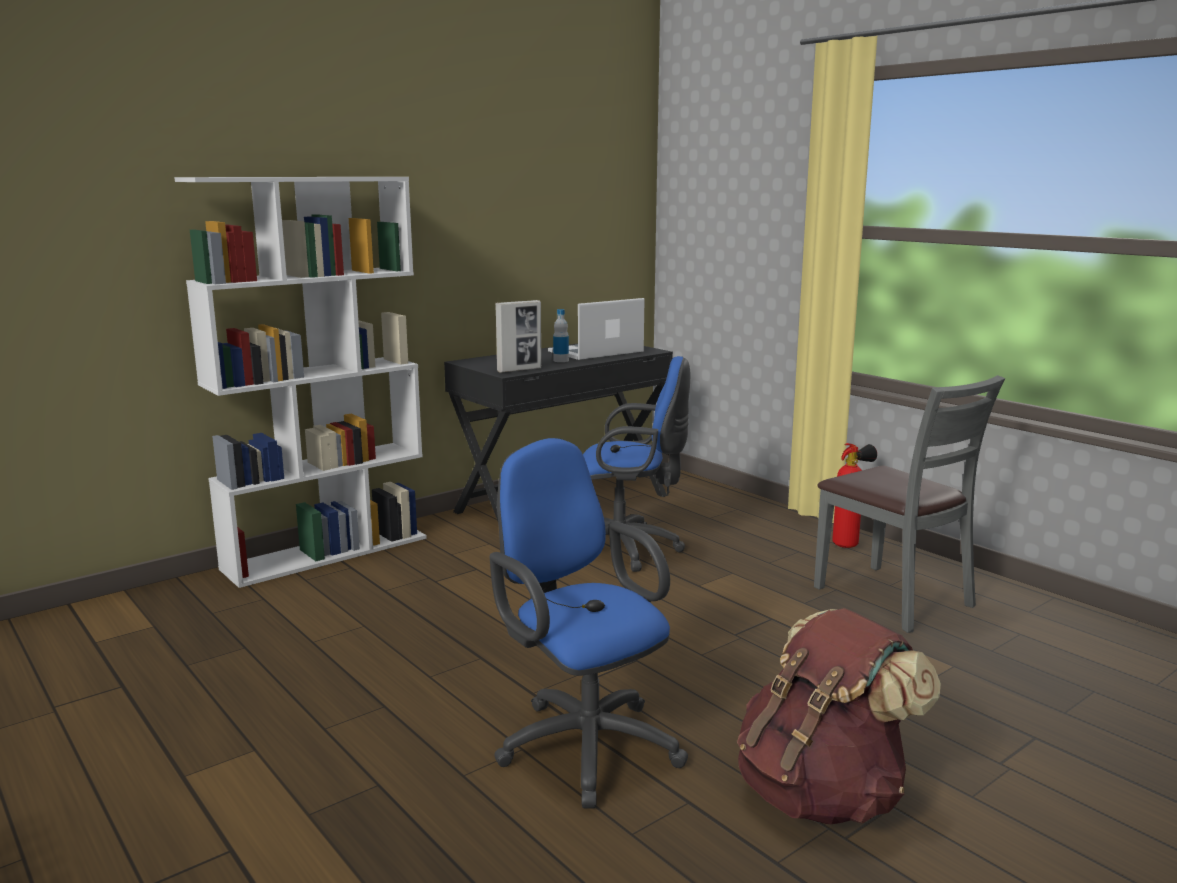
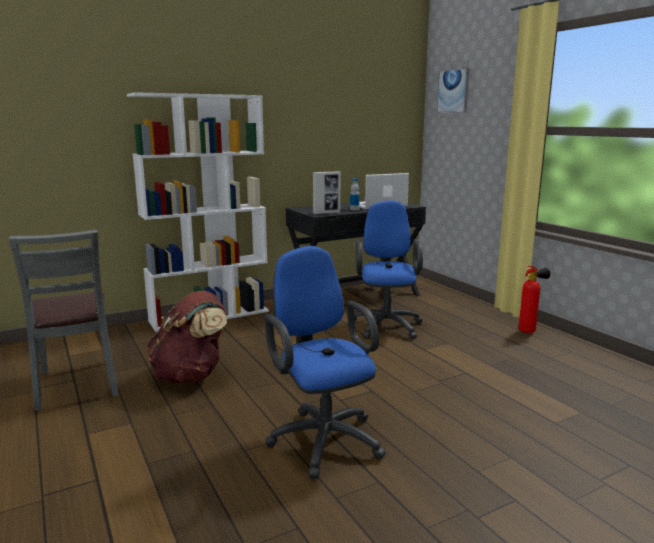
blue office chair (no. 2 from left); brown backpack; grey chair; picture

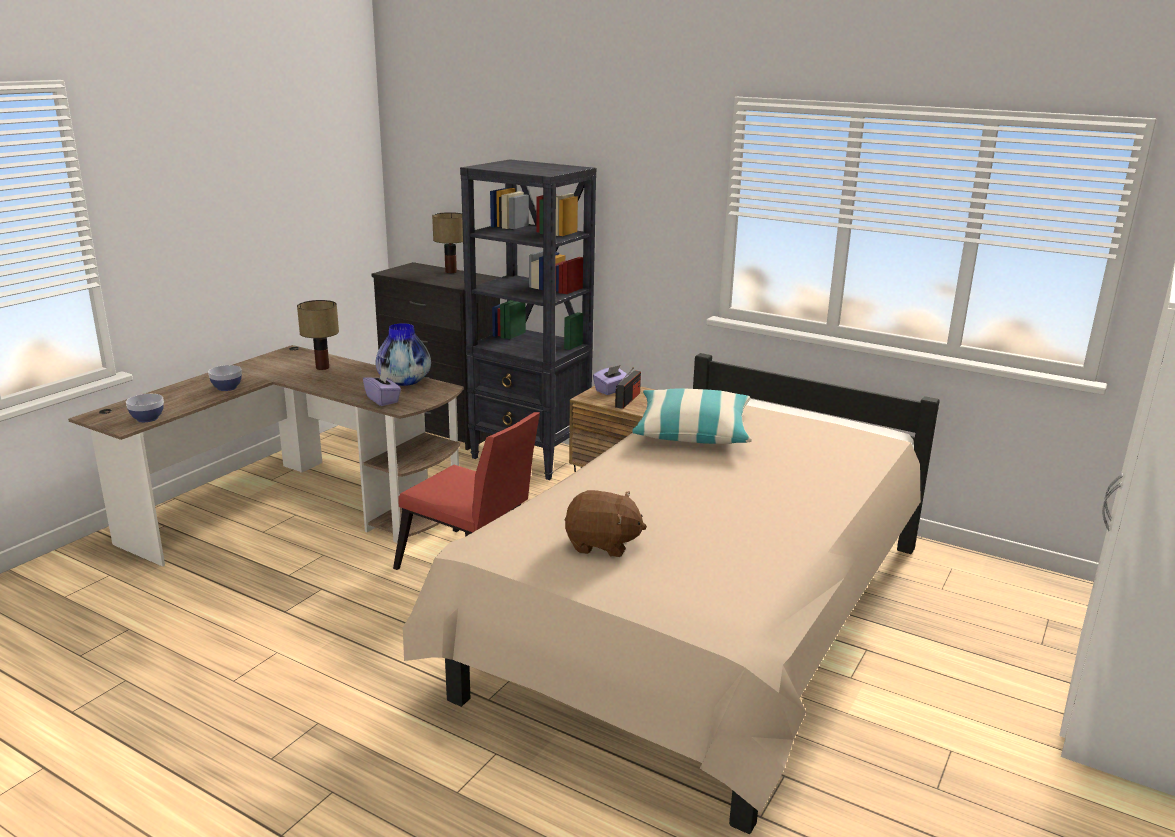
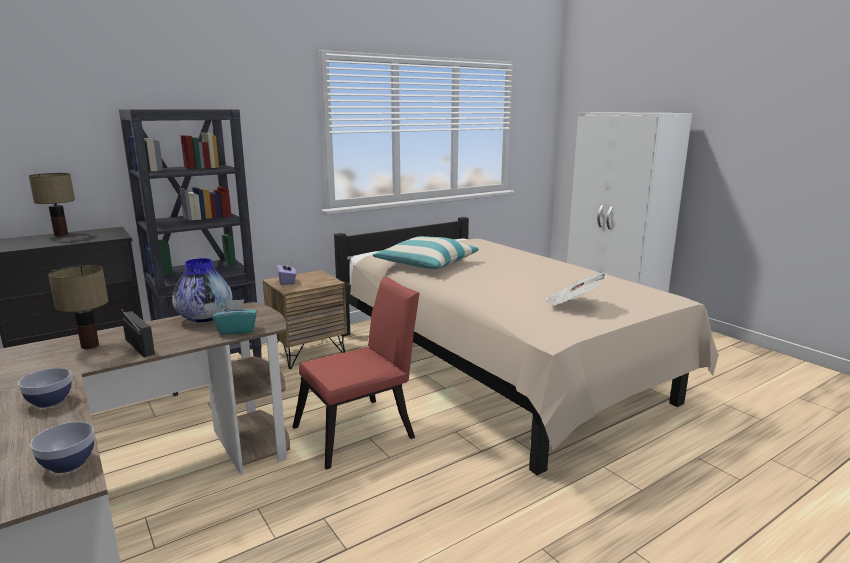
turquoise tissue box; newspaper; radio

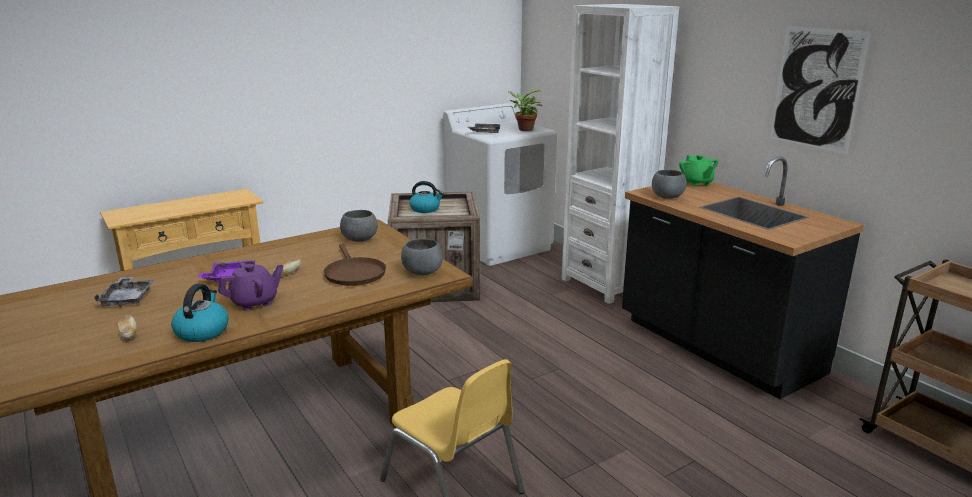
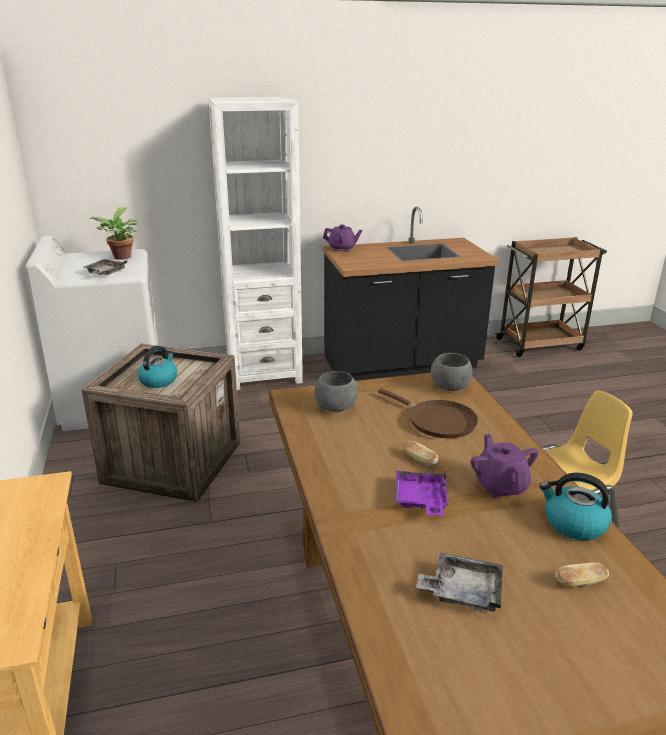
brown frying pan; grey bowl (no. 3 from left in the first image); purple teapot (no. 1 from left); picture

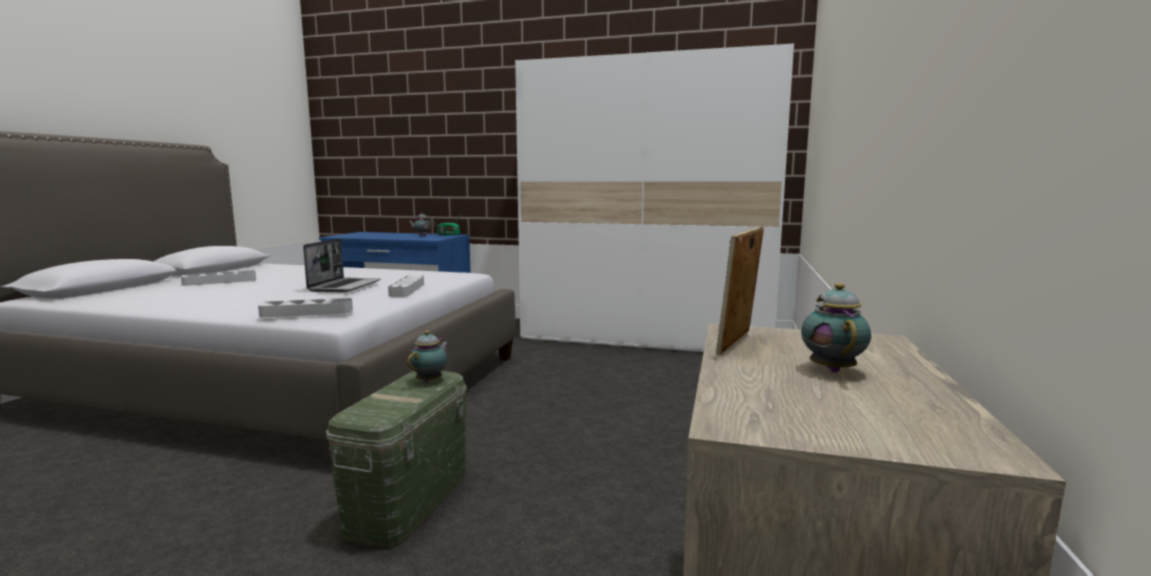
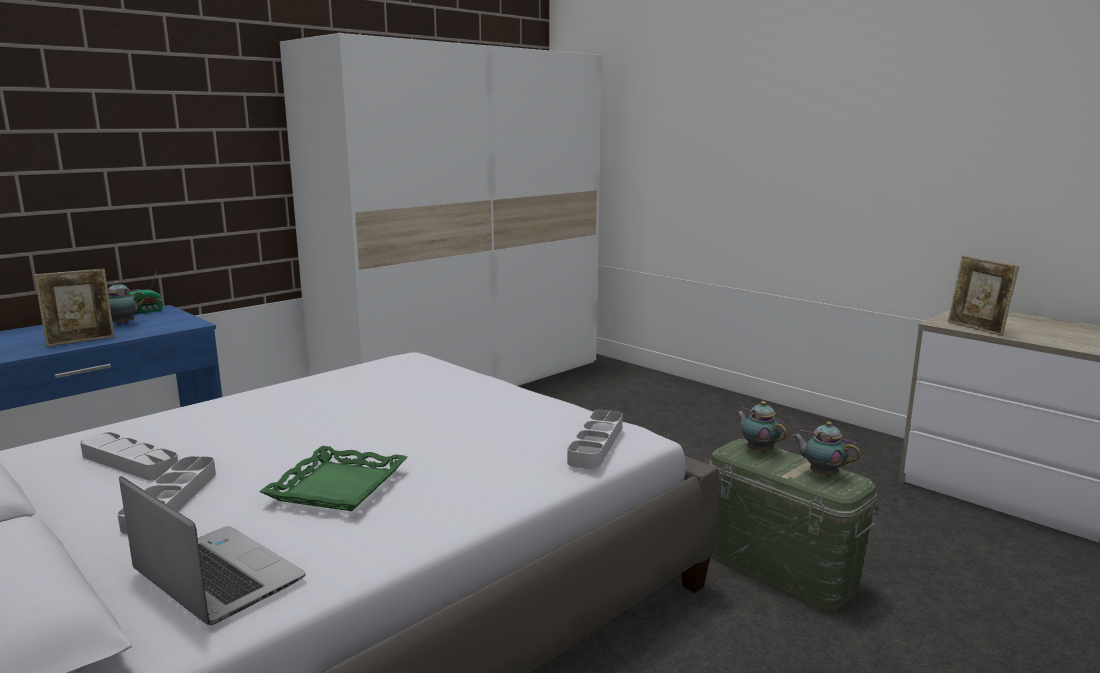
laptop; grey tray (no. 1 from left); teapot (no. 3 from left); picture frame (no. 1 from left); green tray

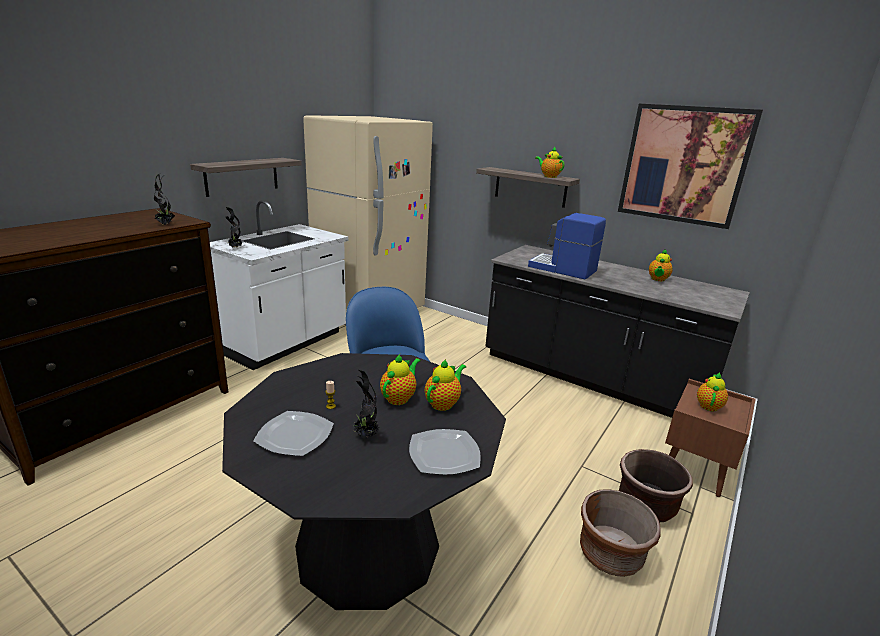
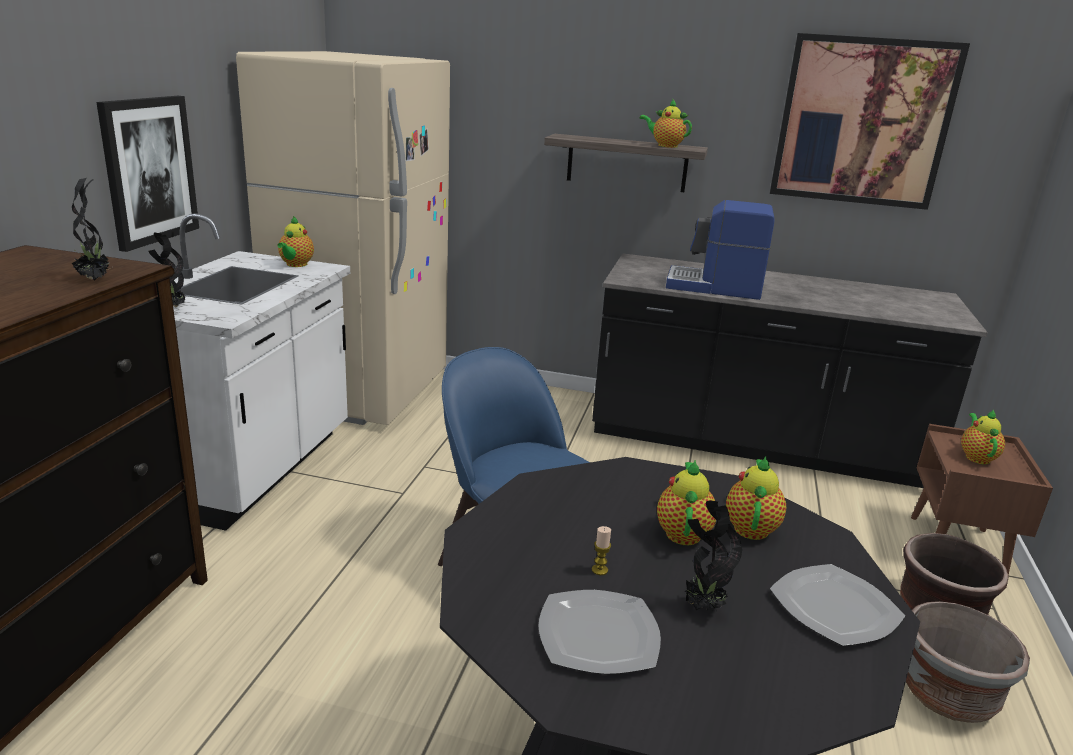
picture (no. 1 from left); grey planter; teapot (no. 1 from left)

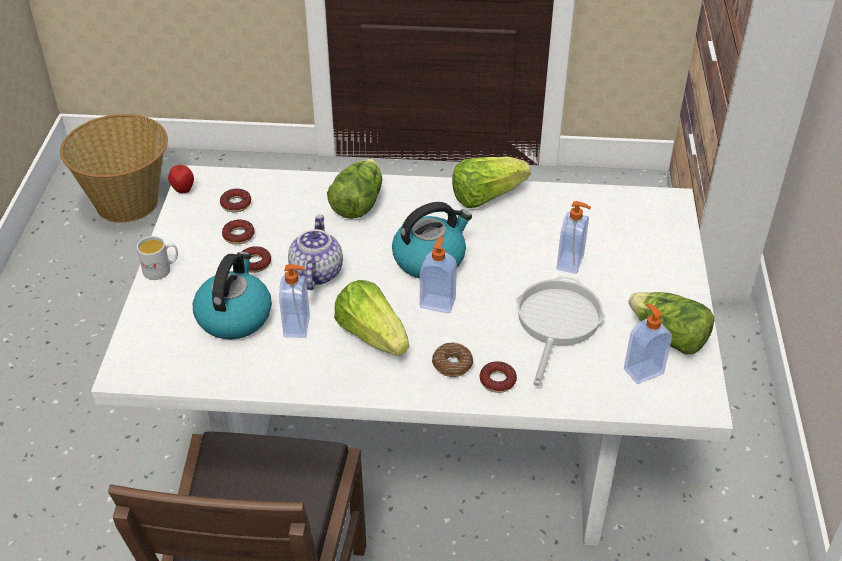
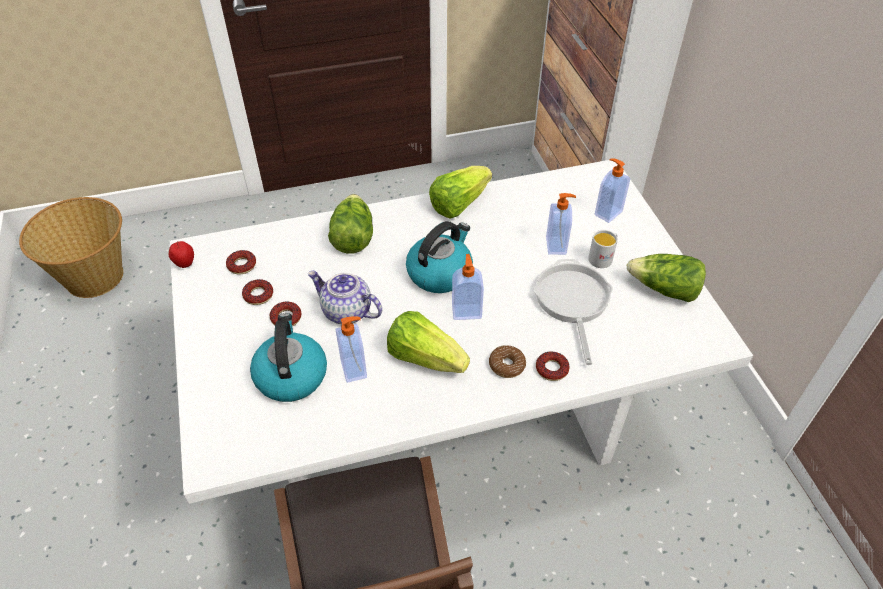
white mug; teapot; soap dispenser (no. 4 from left)

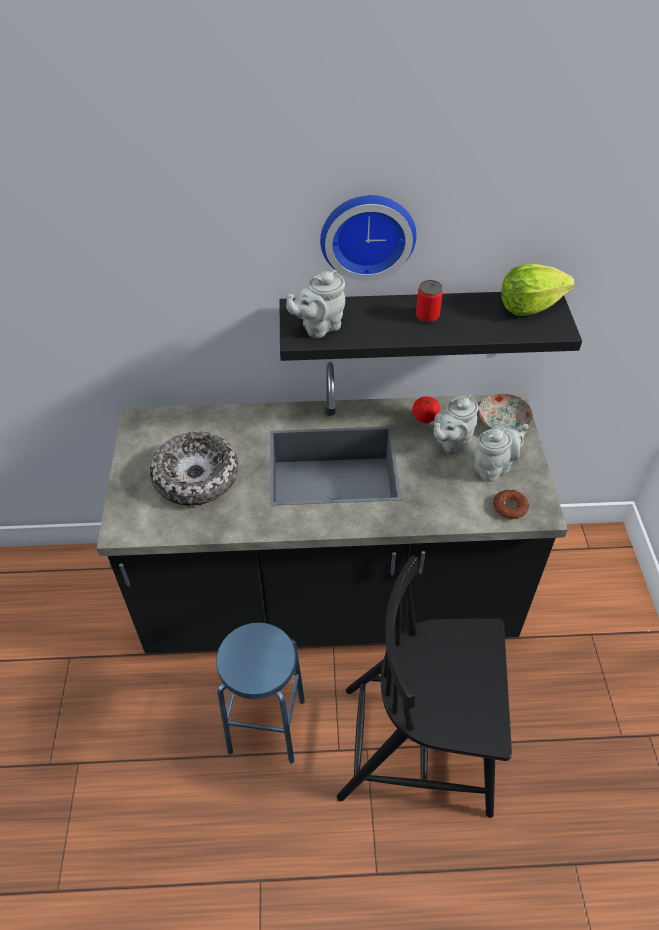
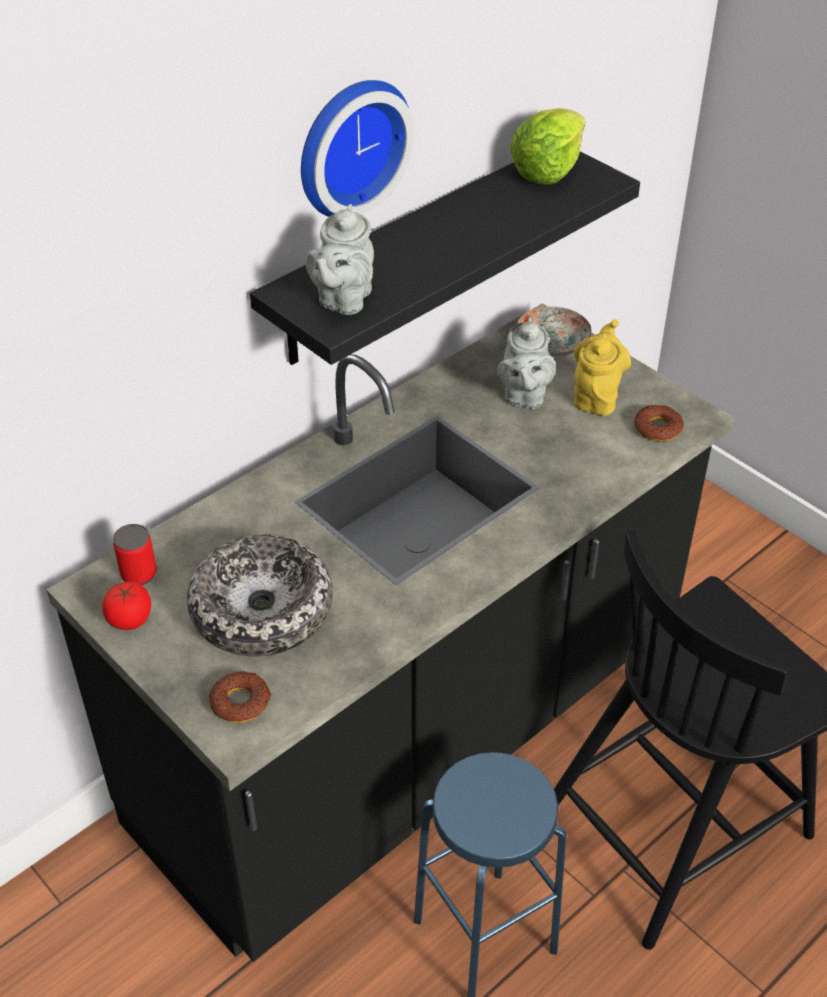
tomato; can; yellow teapot; donut (no. 1 from left)

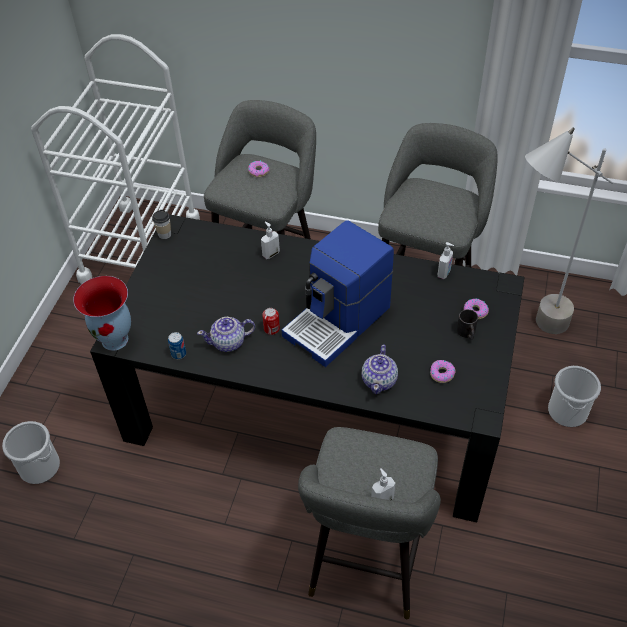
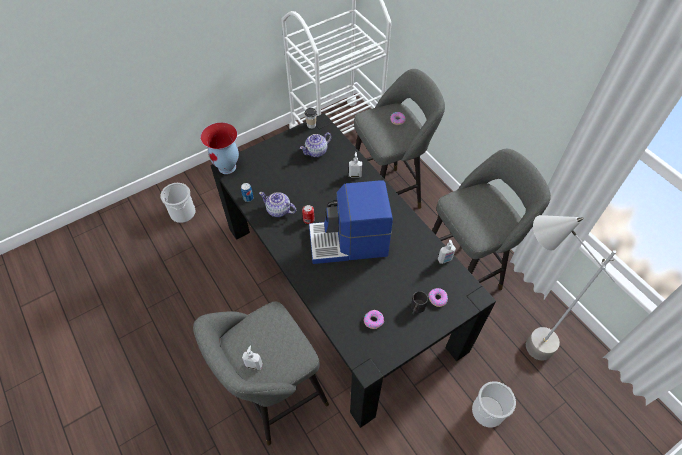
teapot (no. 2 from left)

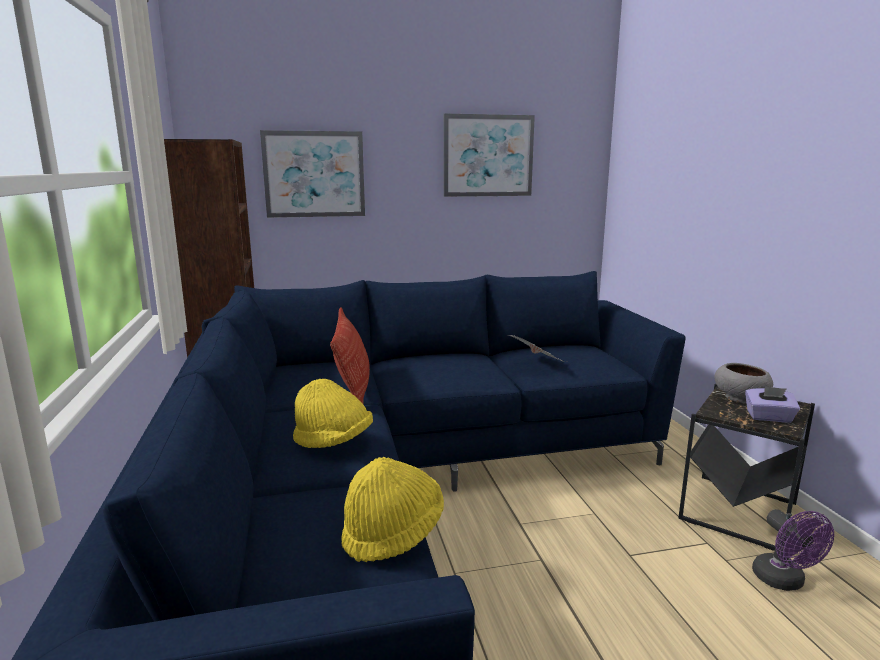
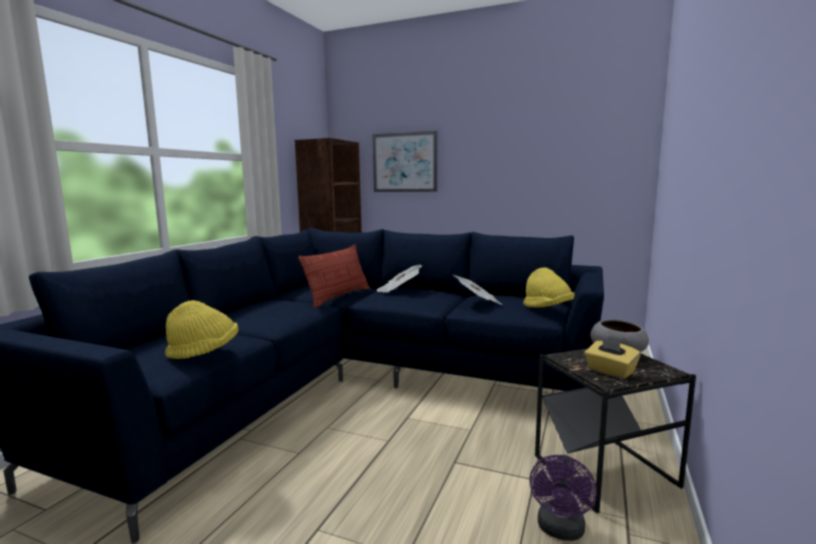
yellow hat (no. 2 from left); picture (no. 2 from left in the first image); yellow tissue box; newspaper (no. 1 from left)

